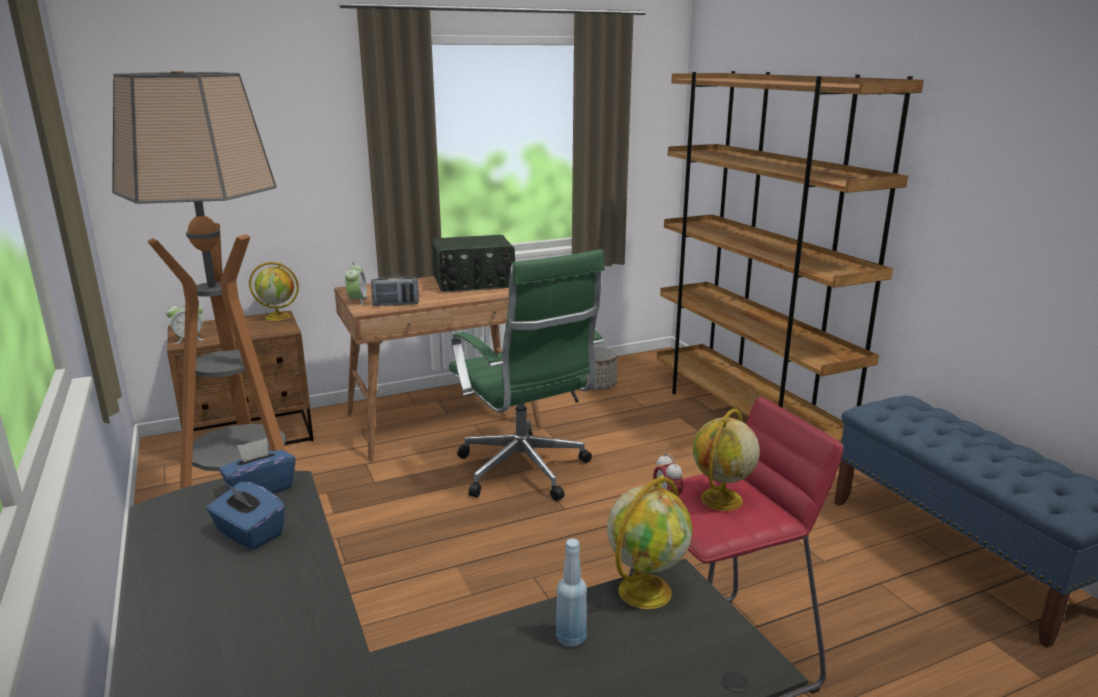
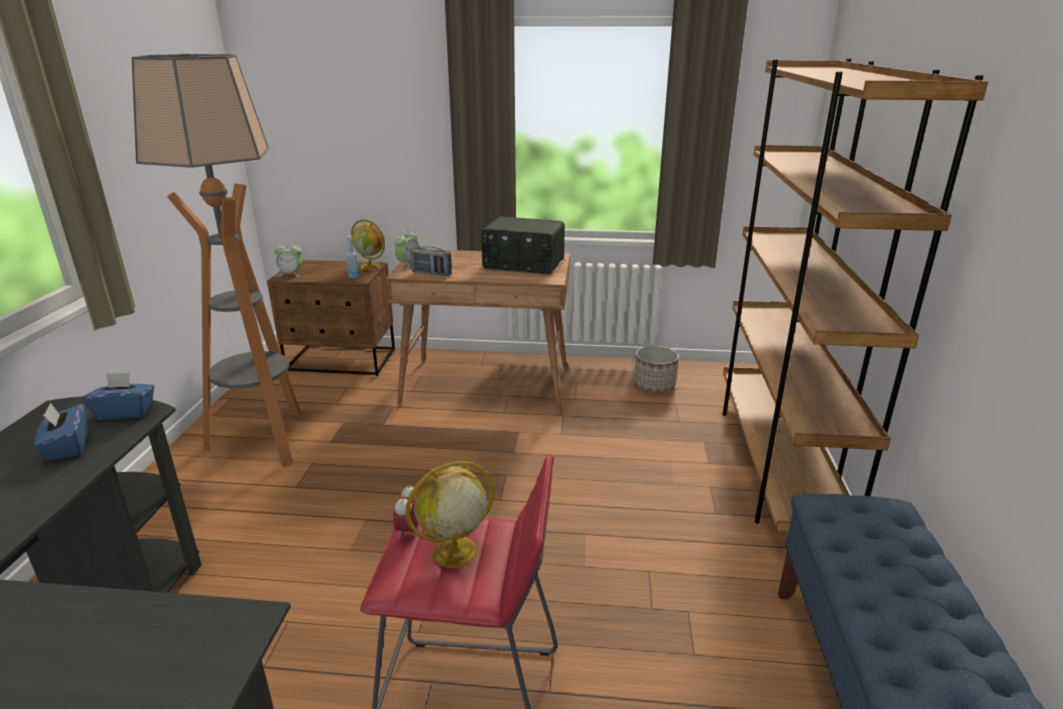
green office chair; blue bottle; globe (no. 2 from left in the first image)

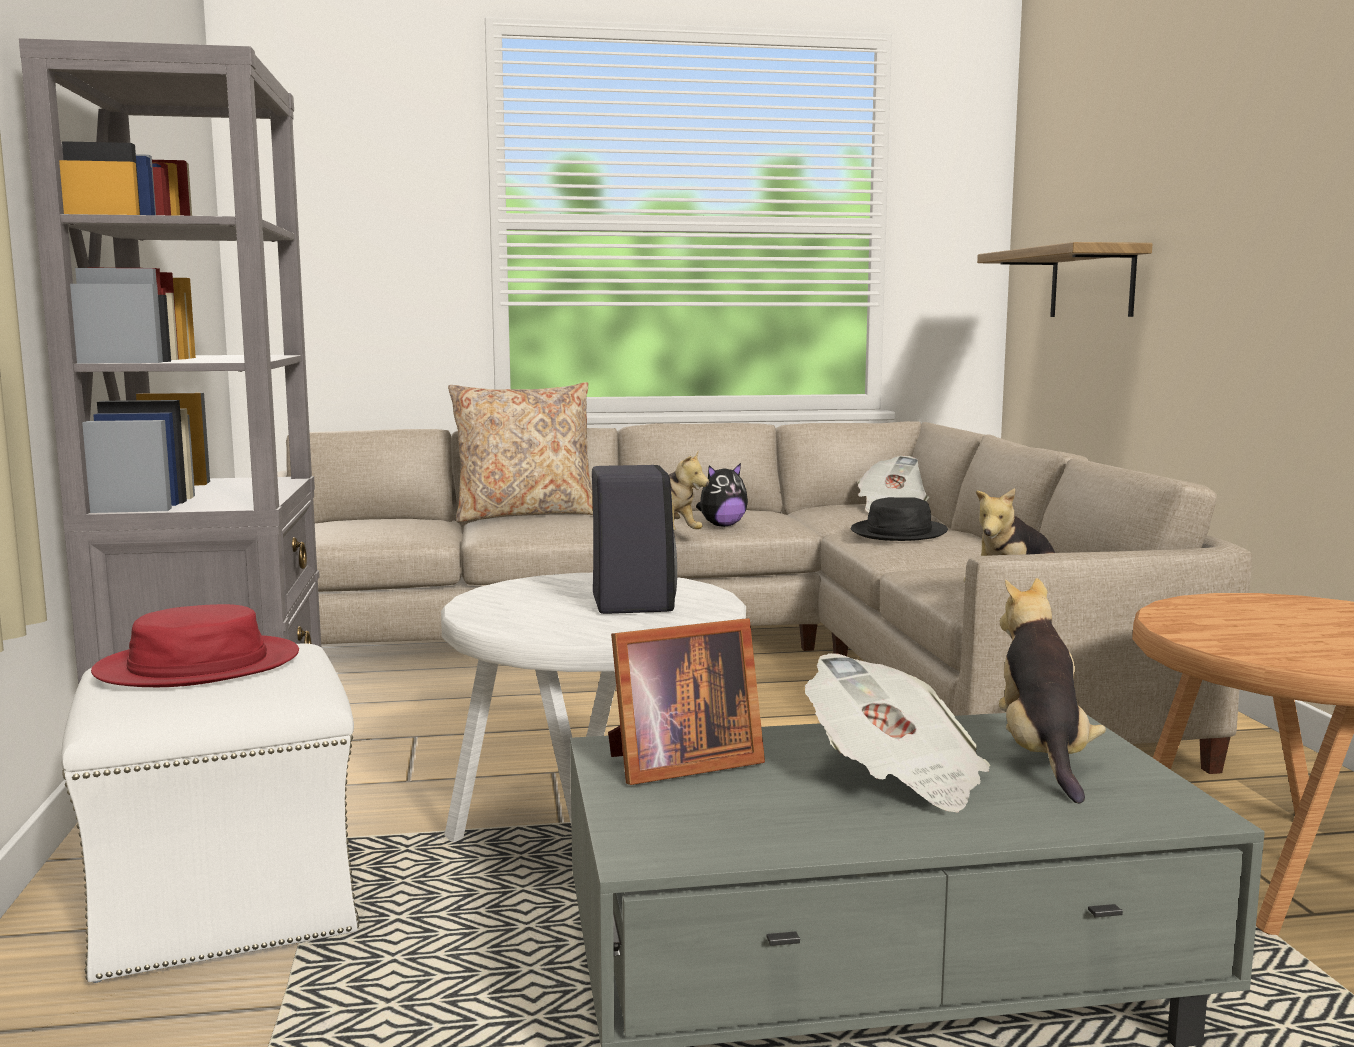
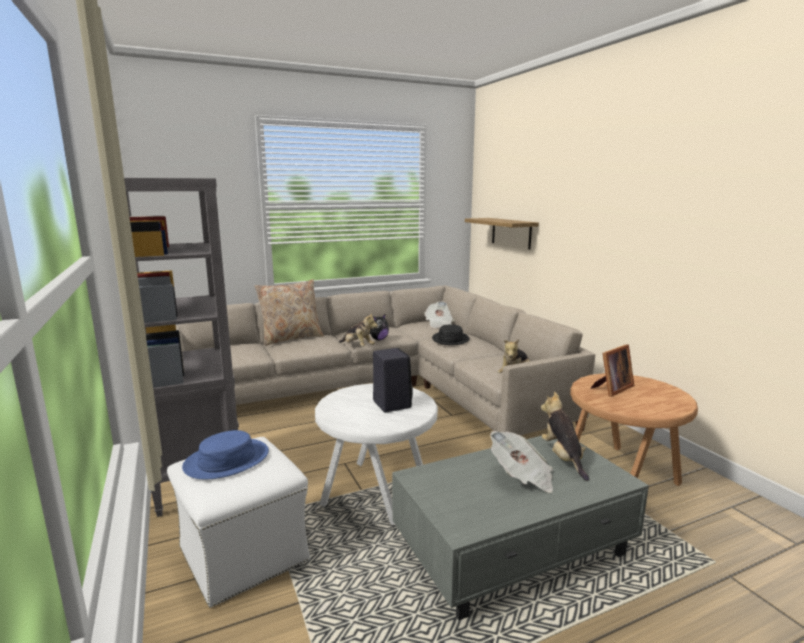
blue hat; picture frame

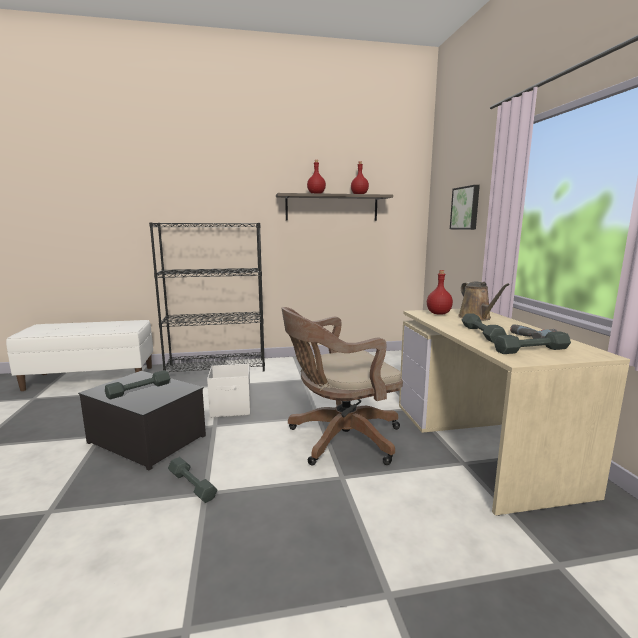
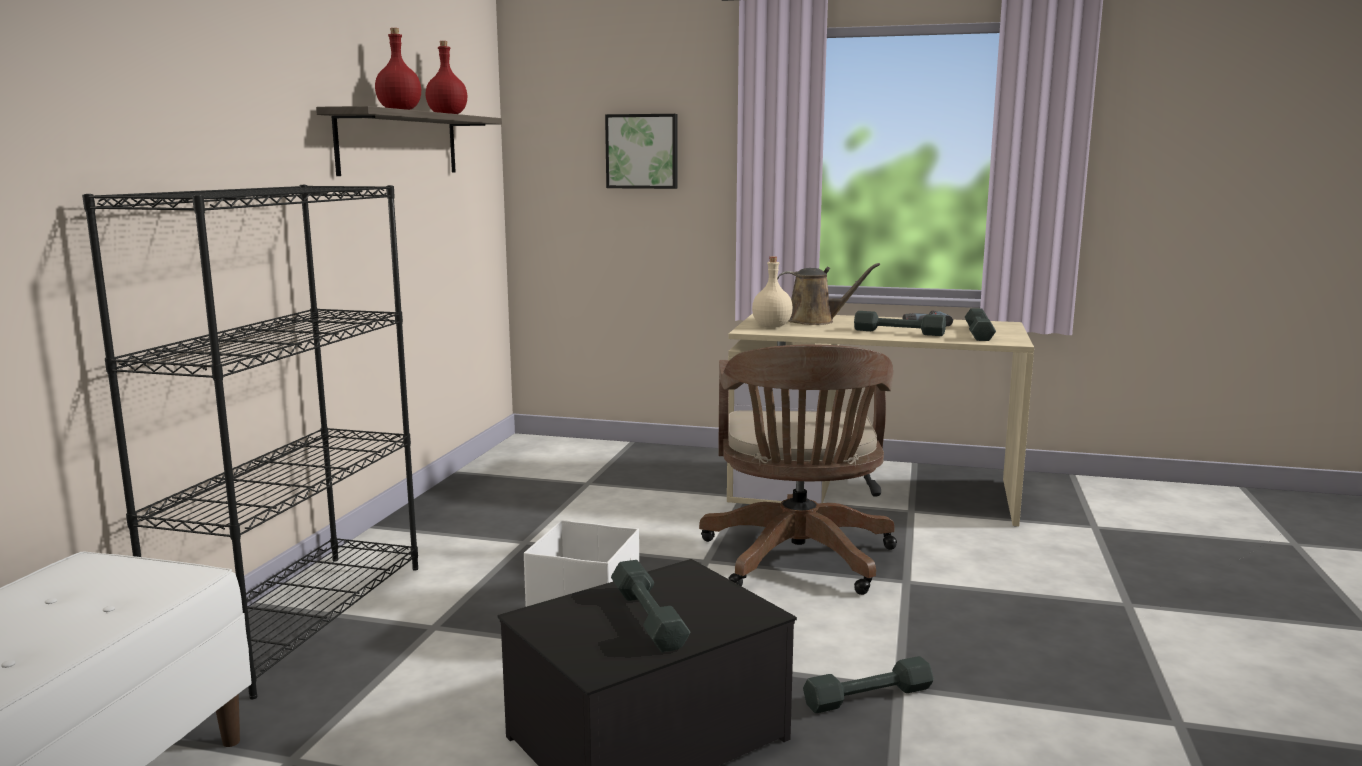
beige bottle

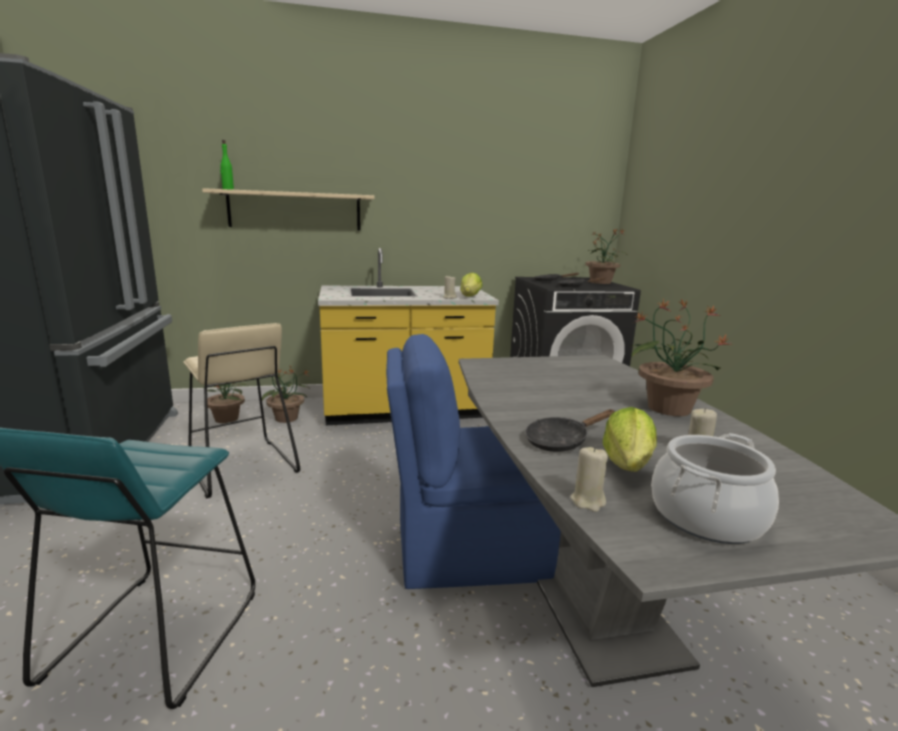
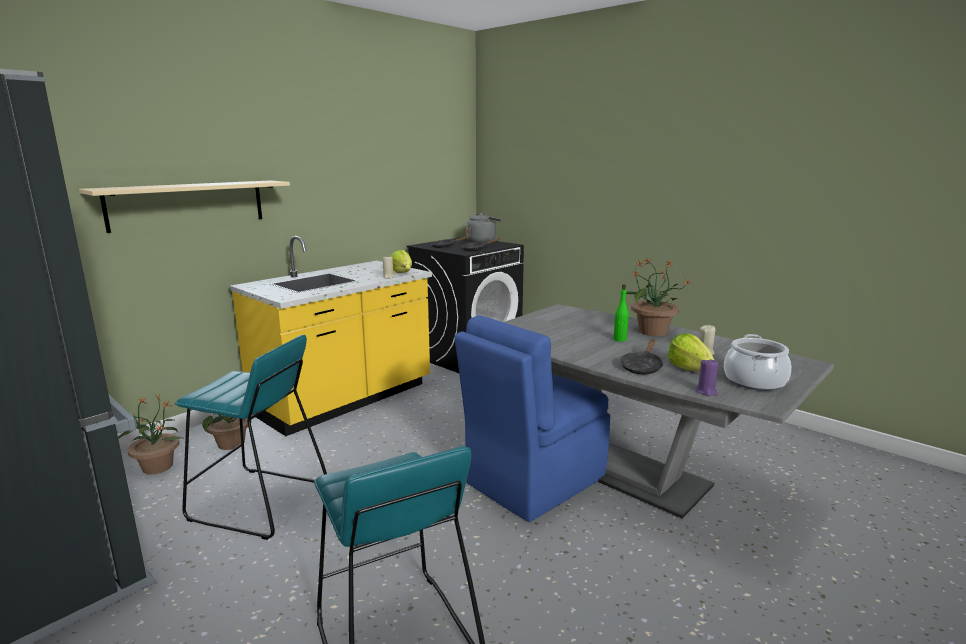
turquoise stool (no. 1 from left); green bottle; purple candle; grey kettle

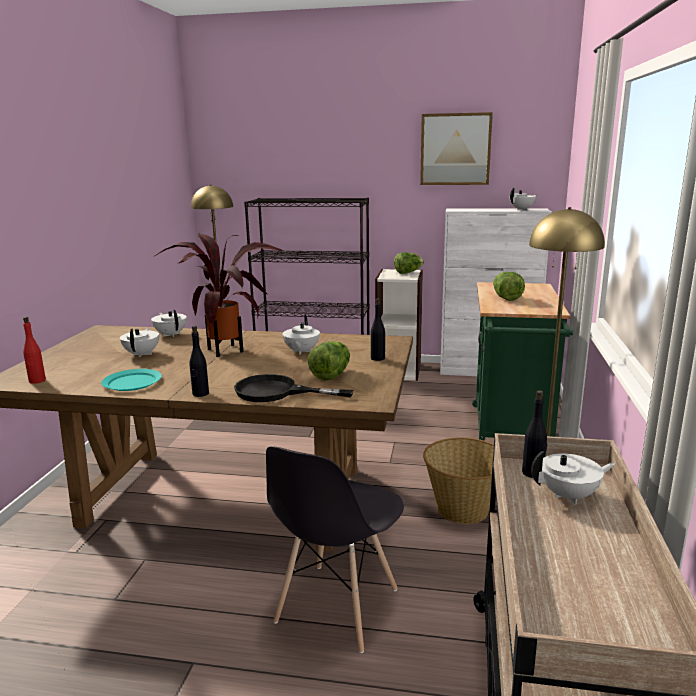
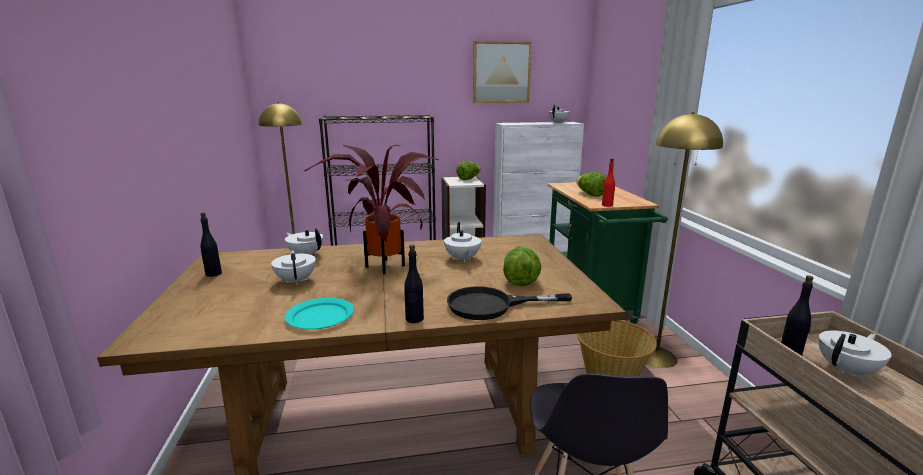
red bottle; black bottle (no. 1 from left)

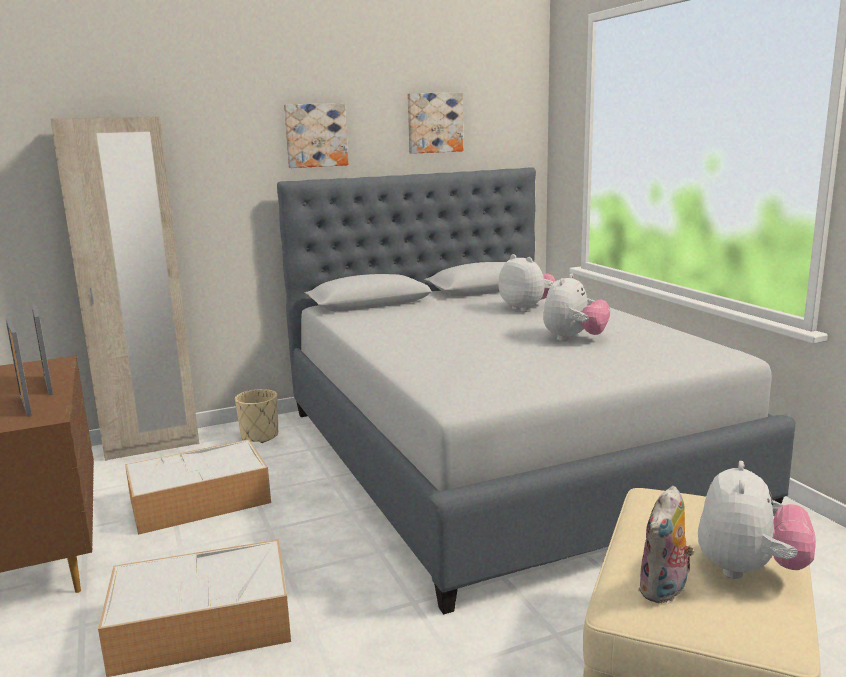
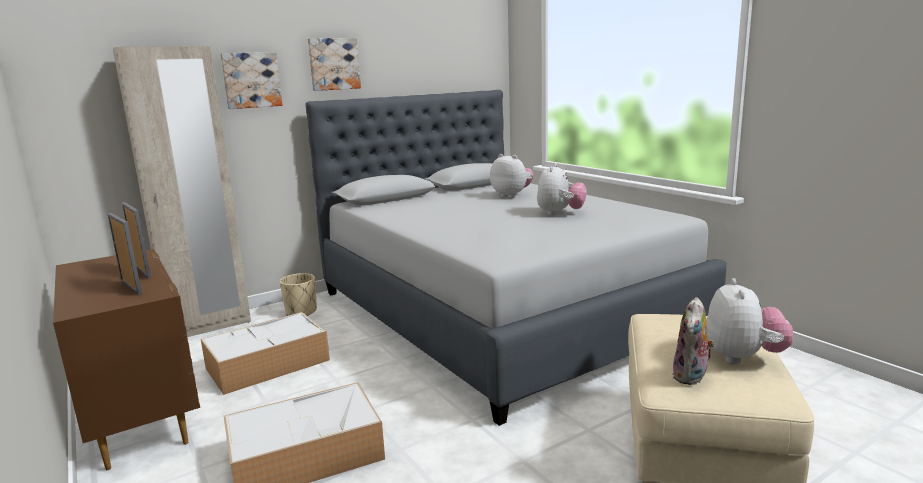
picture (no. 1 from left)

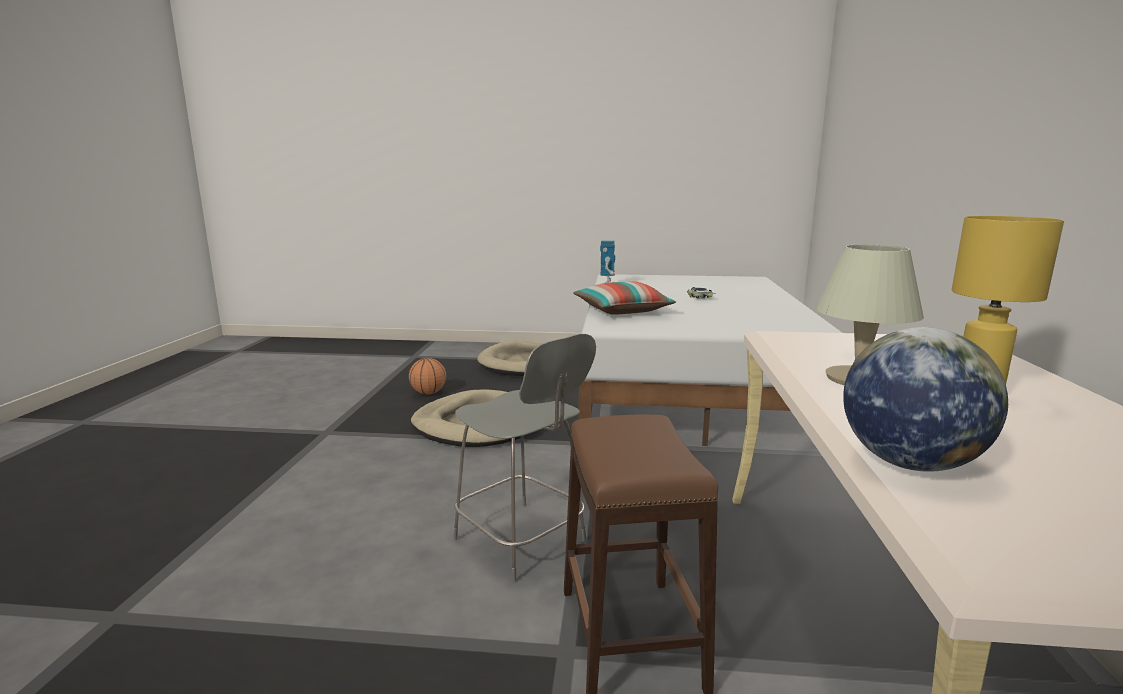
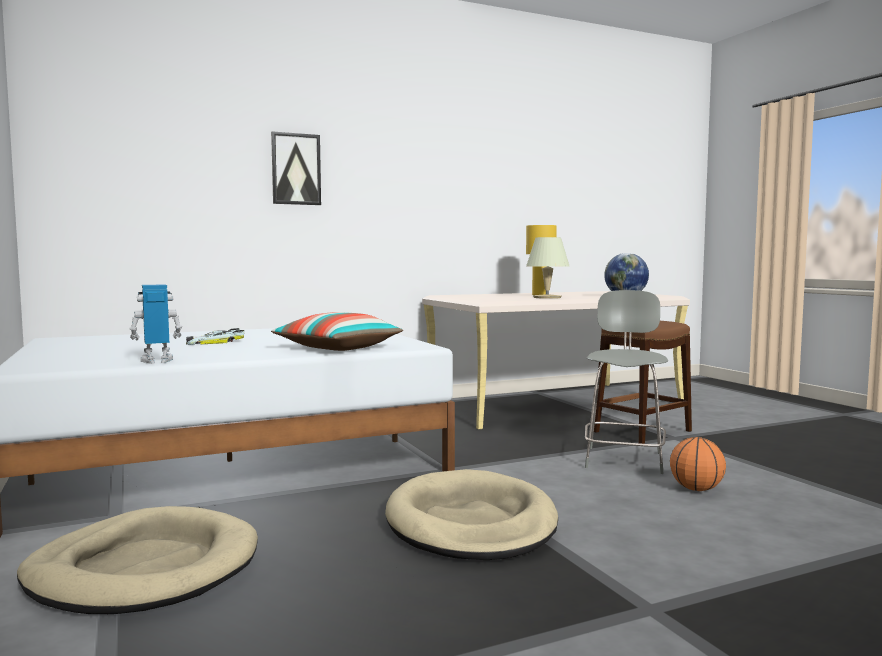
basketball; picture

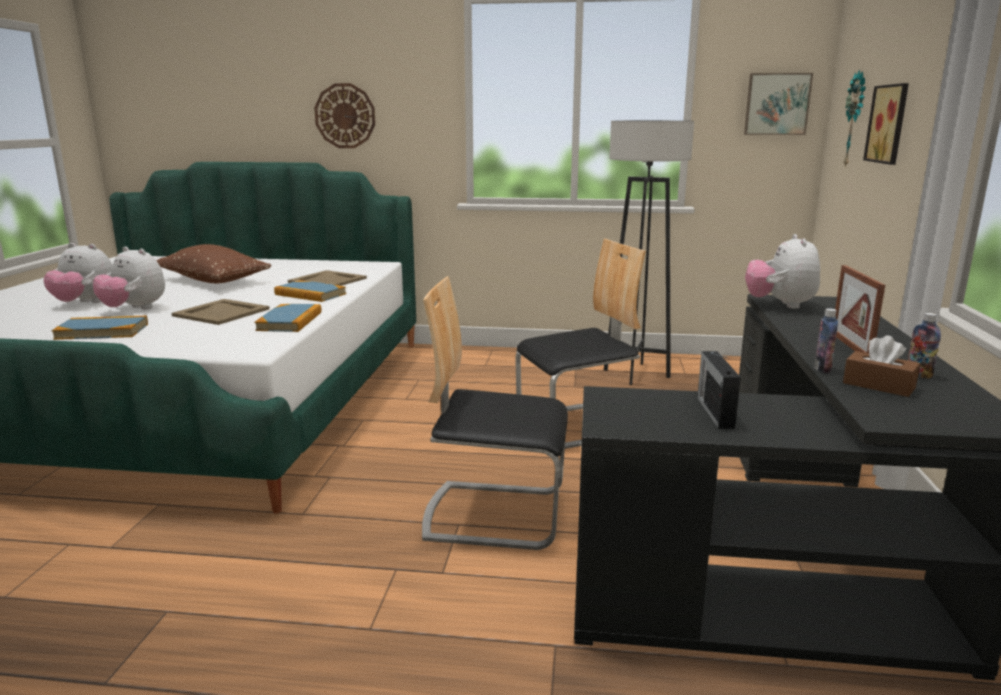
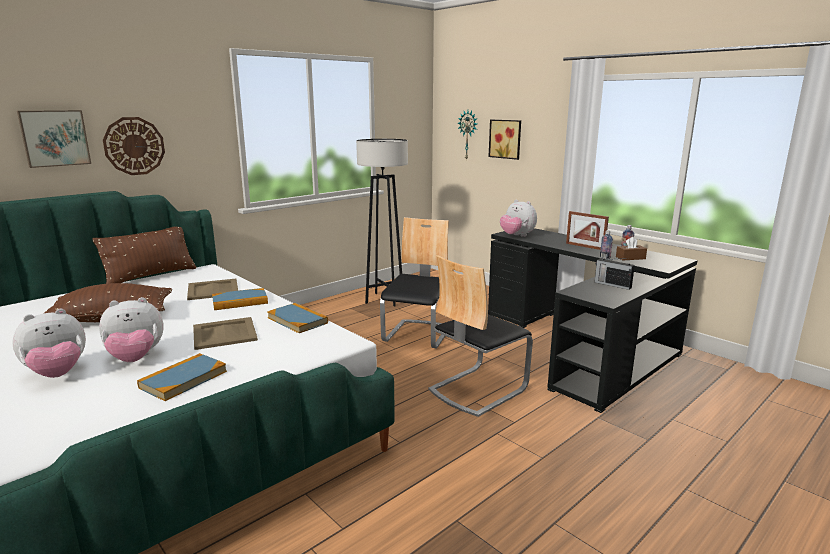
picture (no. 1 from left); brown pillow (no. 2 from left)

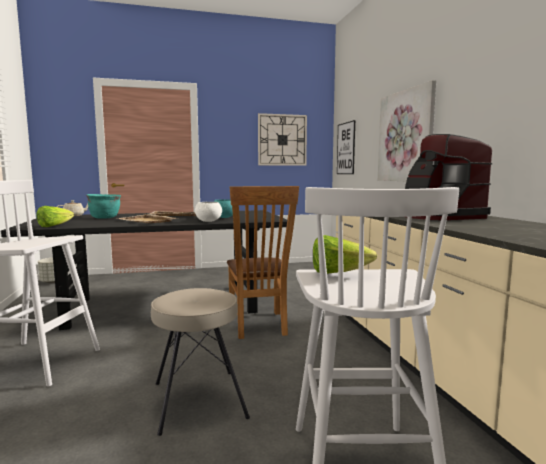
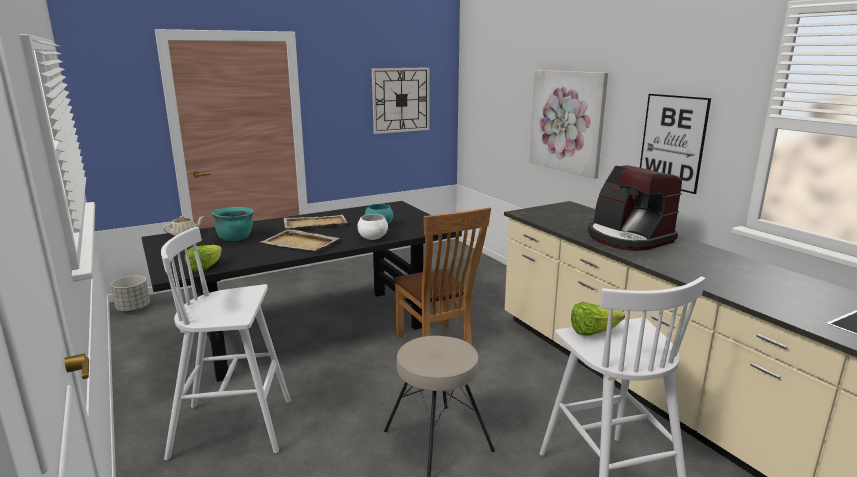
picture (no. 2 from left)

